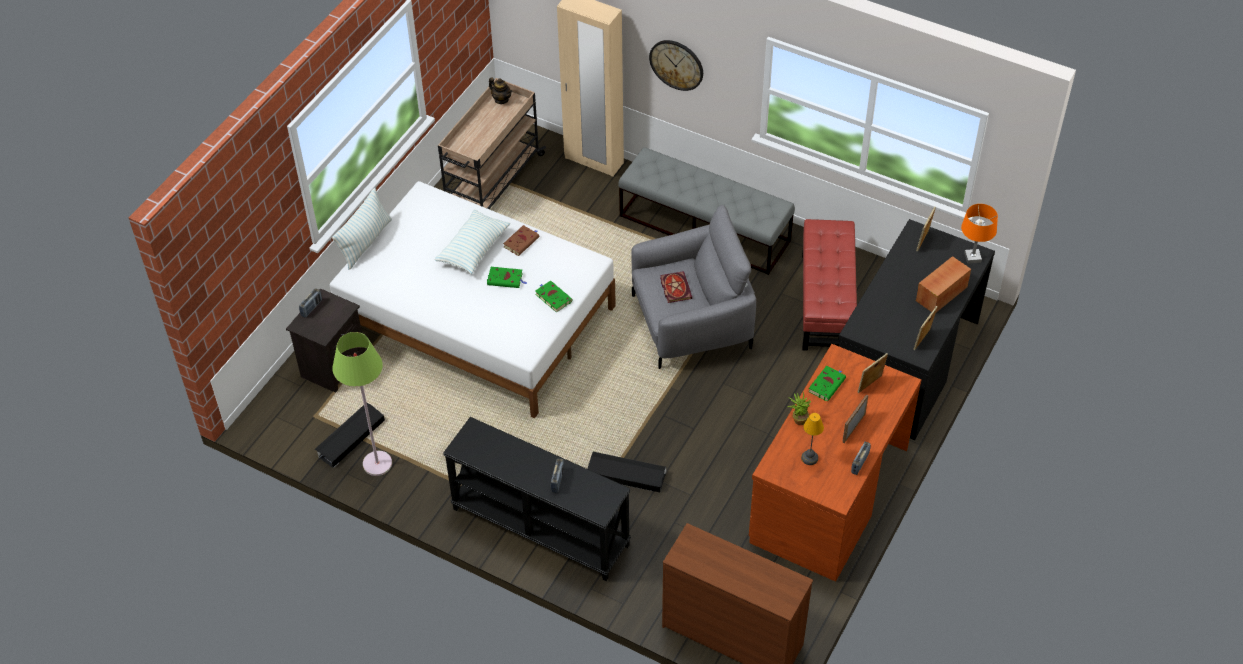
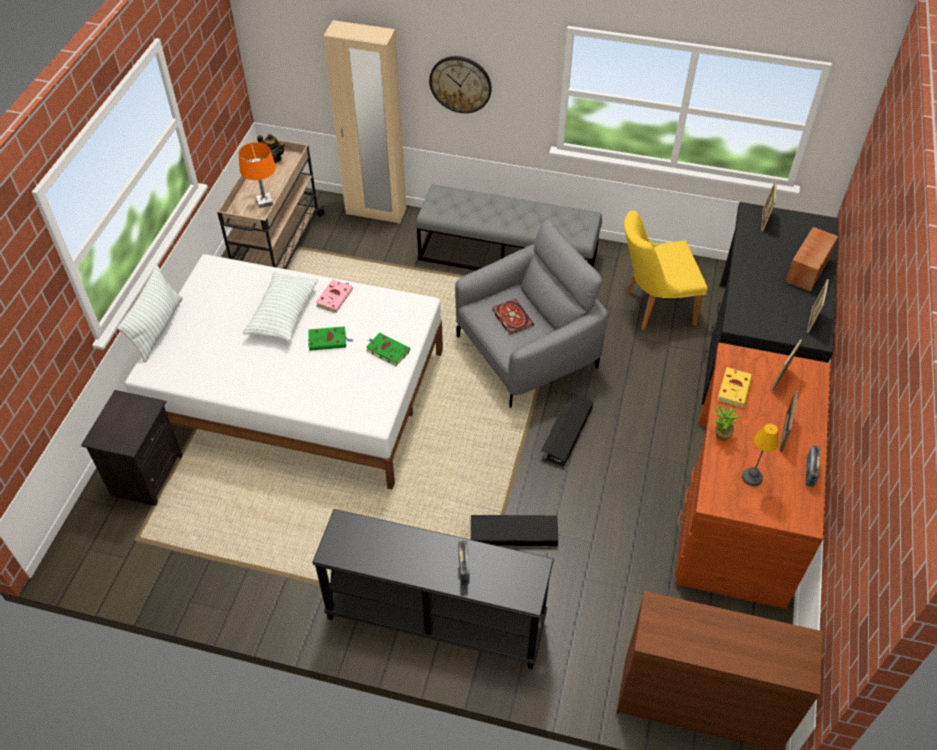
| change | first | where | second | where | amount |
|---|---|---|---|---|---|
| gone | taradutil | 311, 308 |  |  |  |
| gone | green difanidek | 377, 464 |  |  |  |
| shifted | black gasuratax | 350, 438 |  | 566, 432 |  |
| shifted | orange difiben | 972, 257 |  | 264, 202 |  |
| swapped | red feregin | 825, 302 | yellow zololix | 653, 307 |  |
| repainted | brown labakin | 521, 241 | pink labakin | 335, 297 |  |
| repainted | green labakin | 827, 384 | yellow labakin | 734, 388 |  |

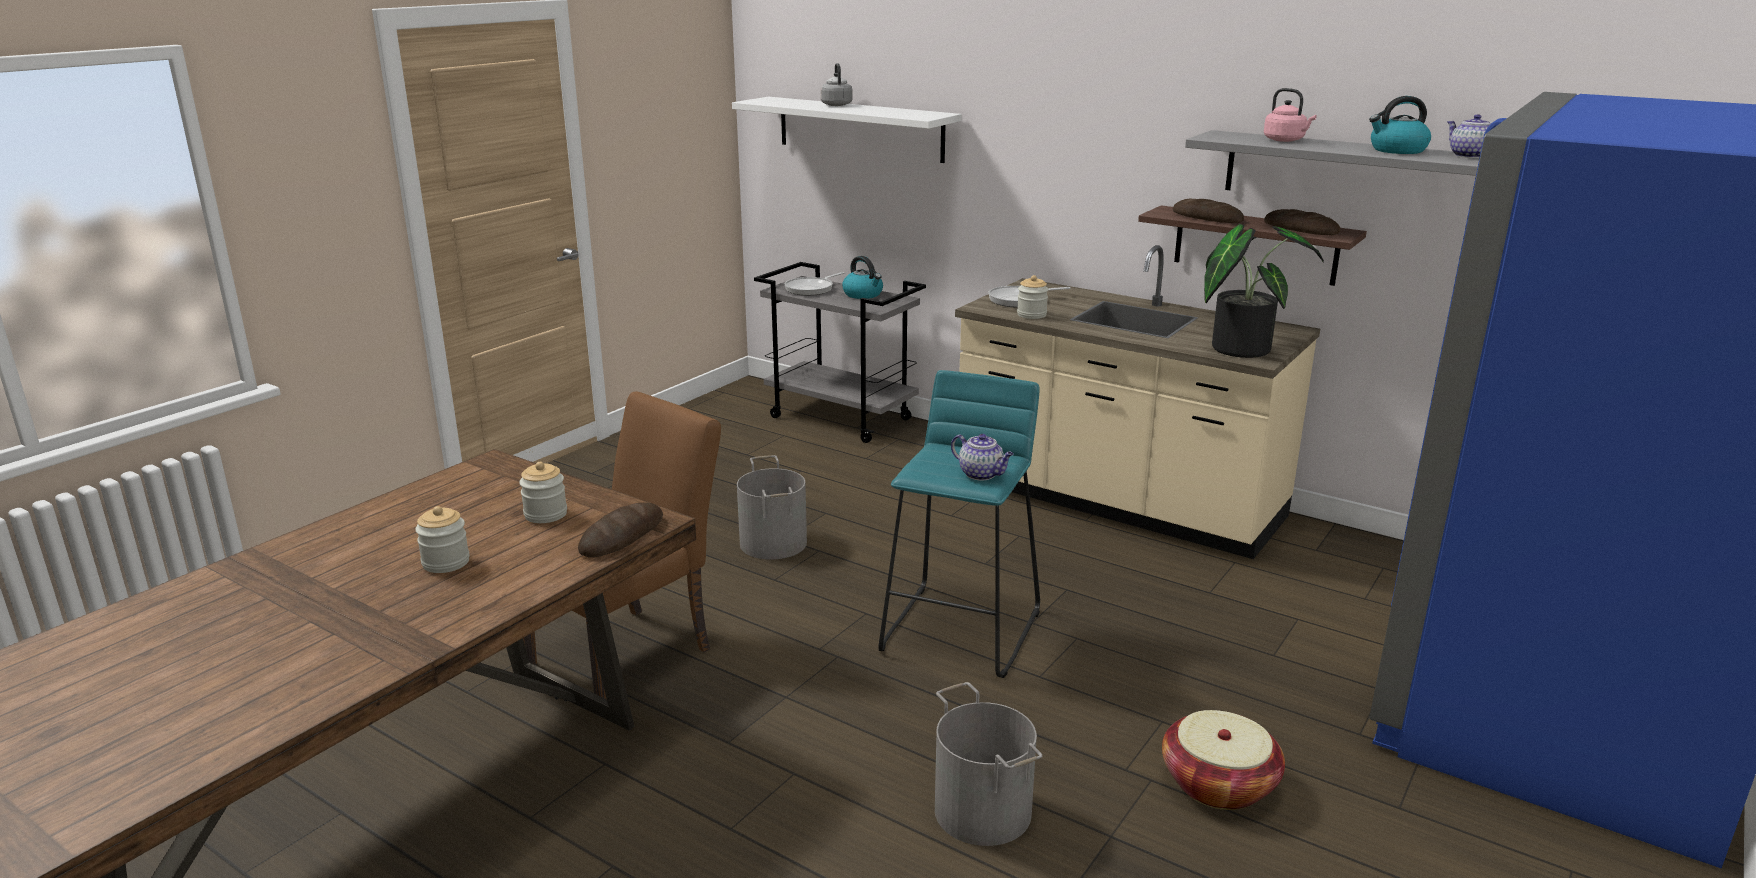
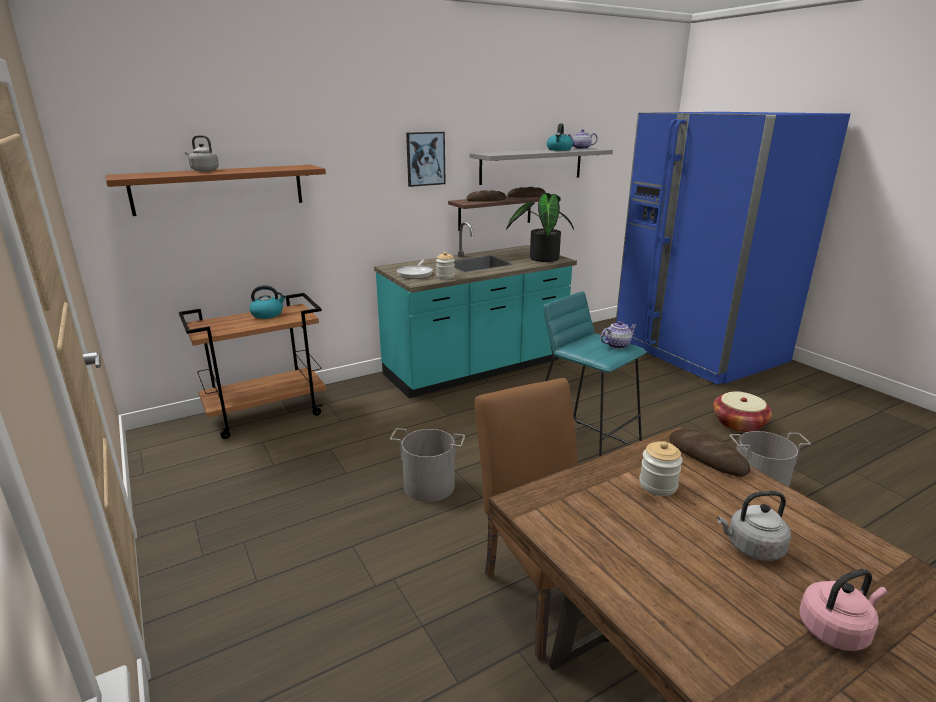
| change | first | where | second | where | amount |
|---|---|---|---|---|---|
| gone | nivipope | 811, 289 |  |  |  |
| new |  |  | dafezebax | 425, 159 |  |
| shifted | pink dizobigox | 1285, 140 |  | 835, 630 |  |
| swapped | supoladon | 446, 562 | grey dizobigox | 751, 548 |  |
| repainted | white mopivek | 860, 129 | brown mopivek | 219, 189 |  |
| repainted | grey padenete | 842, 418 | brown padenete | 267, 413 |  |
| repainted | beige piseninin | 1117, 501 | turquoise piseninin | 476, 369 |  |

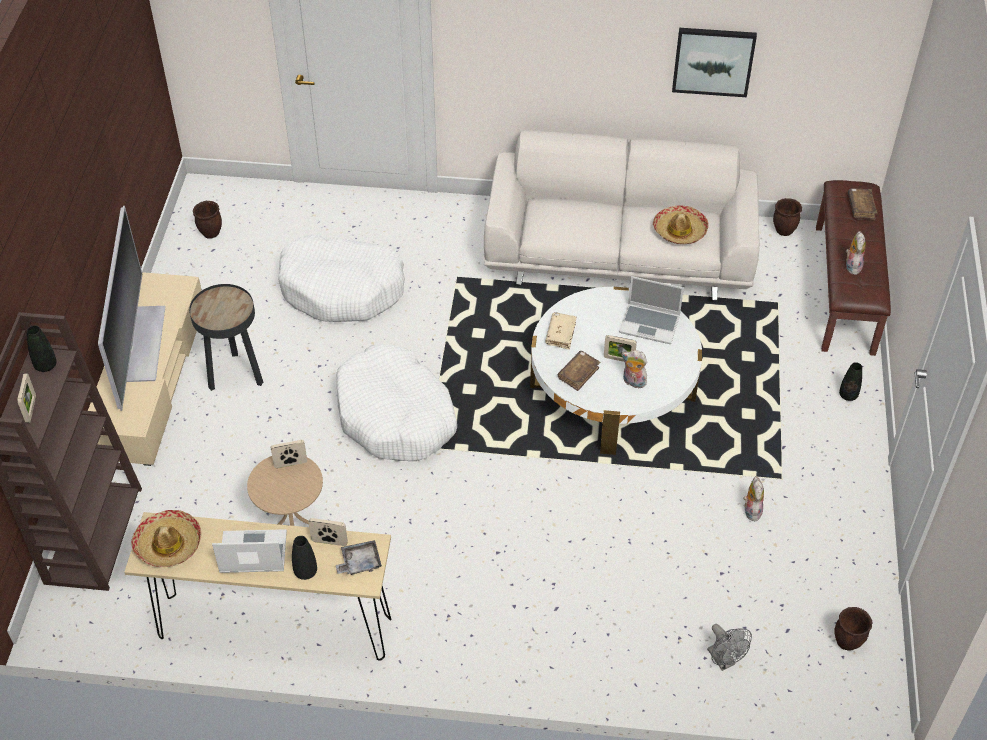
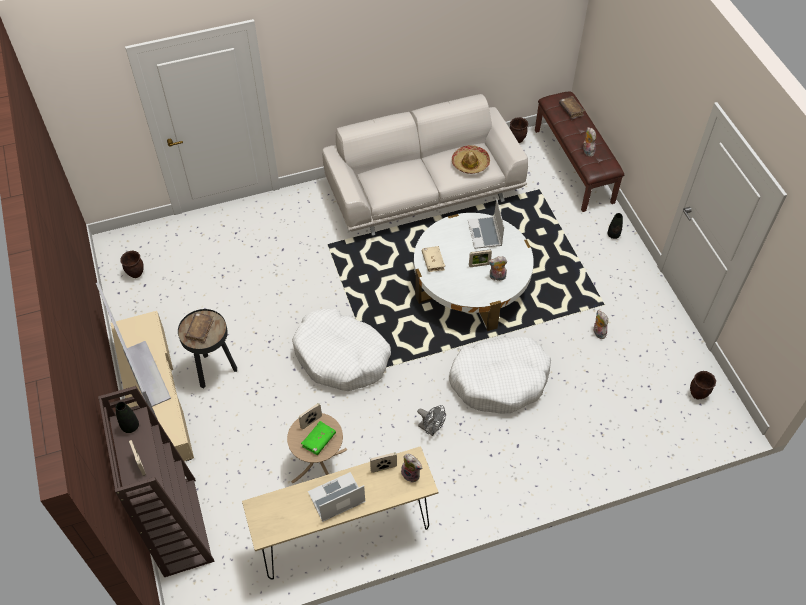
| change | first | where | second | where | amount |
|---|---|---|---|---|---|
| gone | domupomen | 168, 544 |  |  |  |
| gone | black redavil | 305, 572 |  |  |  |
| gone | dafezebax | 713, 61 |  |  |  |
| new |  |  | green labakin | 319, 440 |  |
| shifted | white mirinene | 342, 289 |  | 500, 380 |  |
| shifted | brown labakin | 578, 374 |  | 200, 330 |  |
| shifted | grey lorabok | 724, 661 |  | 431, 429 |  |
| swapped | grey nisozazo | 359, 562 | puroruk | 412, 474 |  |
| rotated | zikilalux | 650, 324 |  | 485, 234 | 90 degrees clockwise |

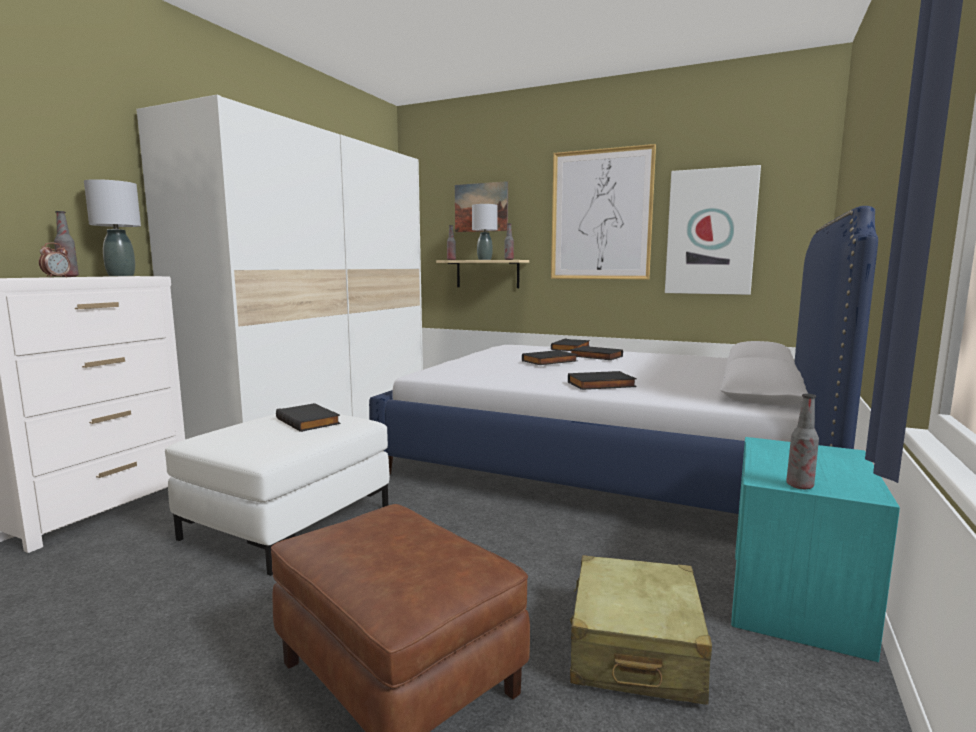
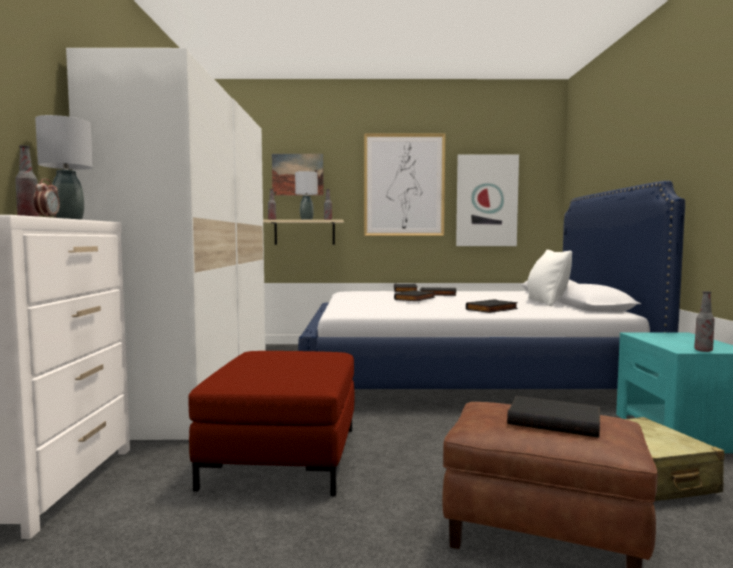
| change | first | where | second | where | amount |
|---|---|---|---|---|---|
| new |  |  | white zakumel | 547, 302 |  |
| shifted | black labakin | 309, 421 |  | 554, 421 |  |
| repainted | white feregin | 289, 522 | red feregin | 283, 456 |  |

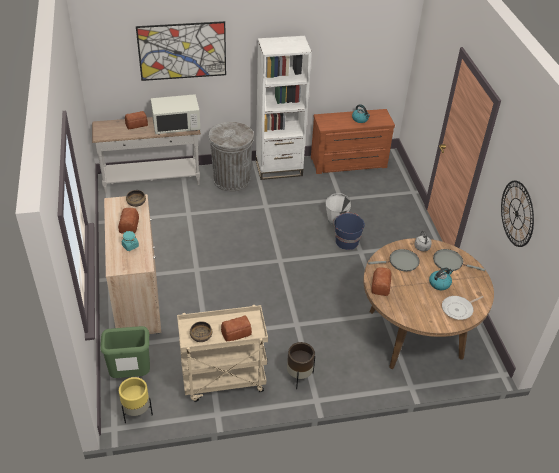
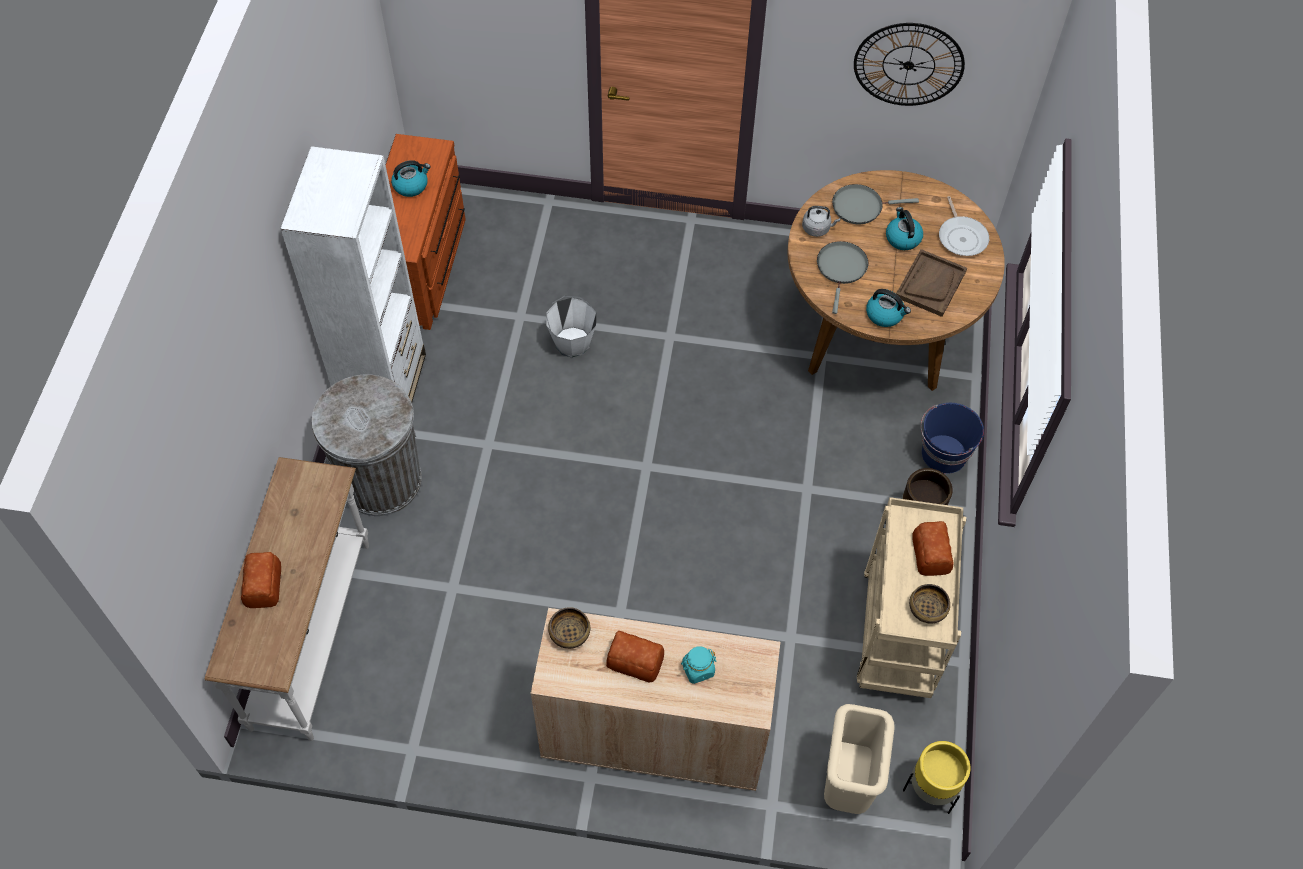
| change | first | where | second | where | amount |
|---|---|---|---|---|---|
| gone | dafezebax | 182, 51 |  |  |  |
| gone | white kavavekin | 176, 125 |  |  |  |
| new |  |  | brown nisozazo | 930, 284 |  |
| shifted | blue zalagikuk | 346, 241 |  | 943, 454 |  |
| swapped | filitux | 381, 285 | dizobigox | 885, 314 |  |
| repainted | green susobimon | 130, 375 | beige susobimon | 847, 784 |  |
| rotated | grey nivipope | 450, 262 |  | 860, 206 | 45 degrees clockwise |

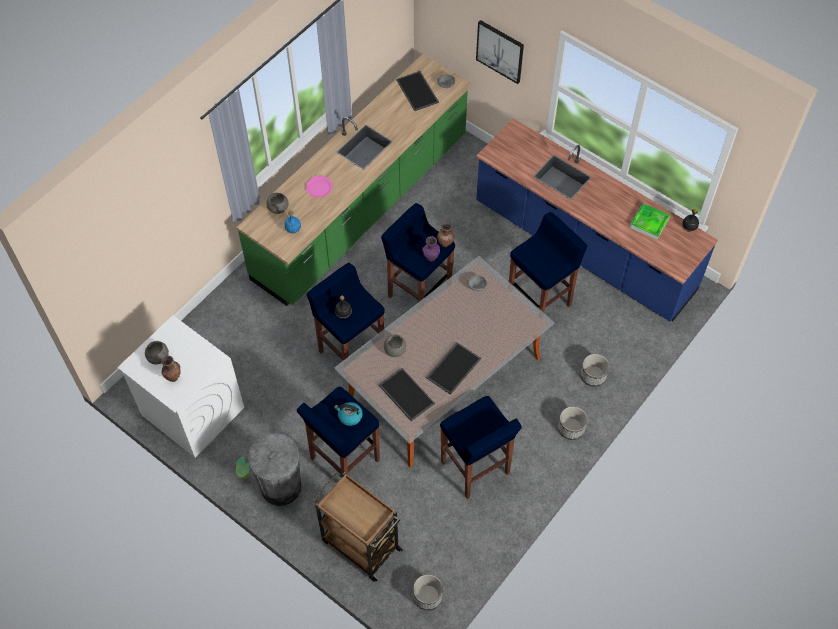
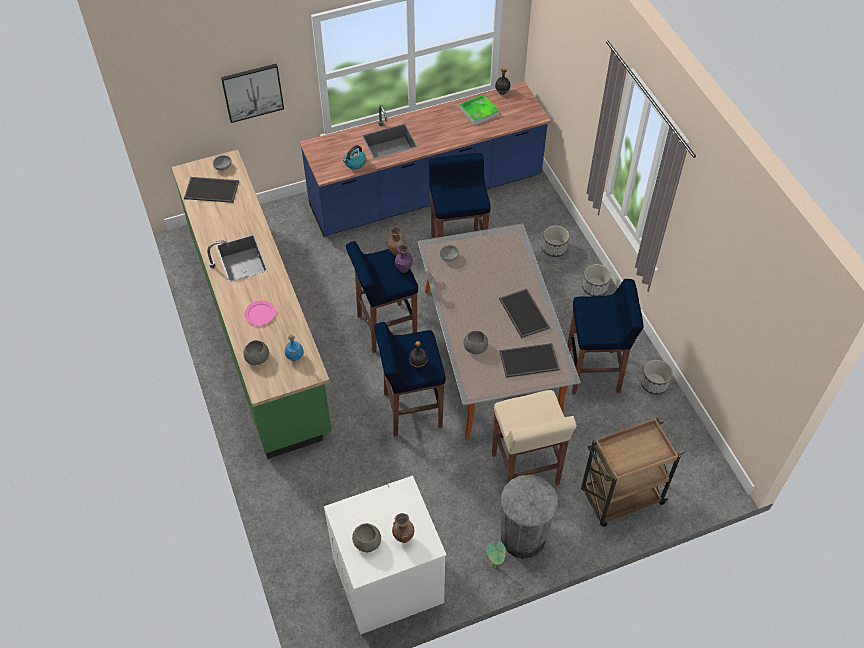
| change | first | where | second | where | amount |
|---|---|---|---|---|---|
| shifted | dizobigox | 349, 416 |  | 354, 163 |  |
| shifted | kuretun | 427, 596 |  | 654, 384 |  |
| repainted | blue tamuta | 344, 460 | beige tamuta | 525, 470 |  |

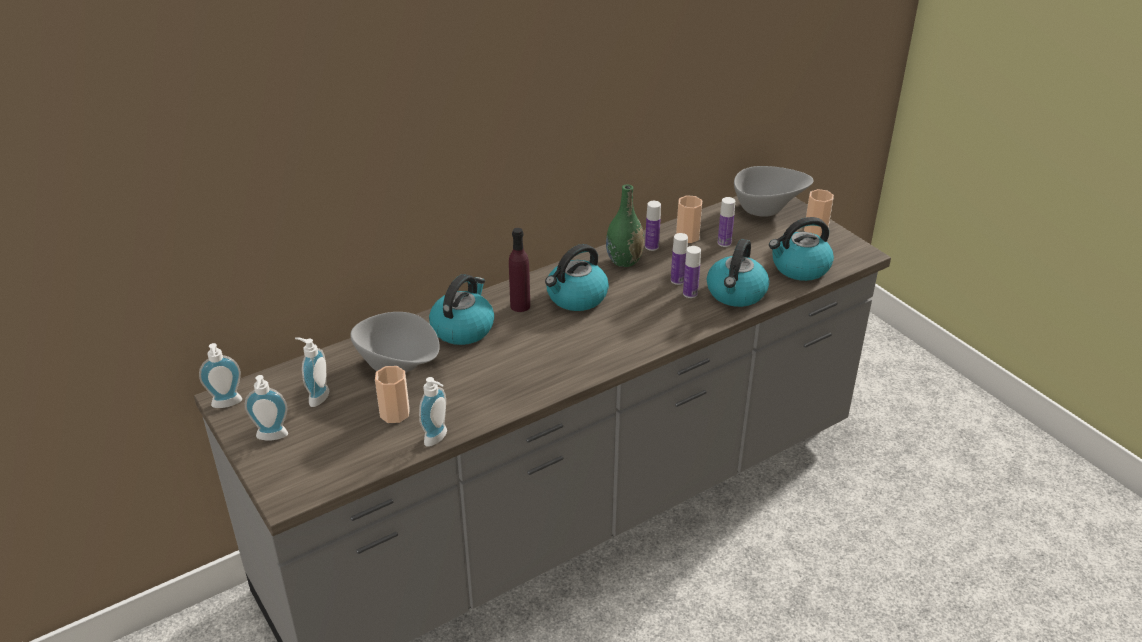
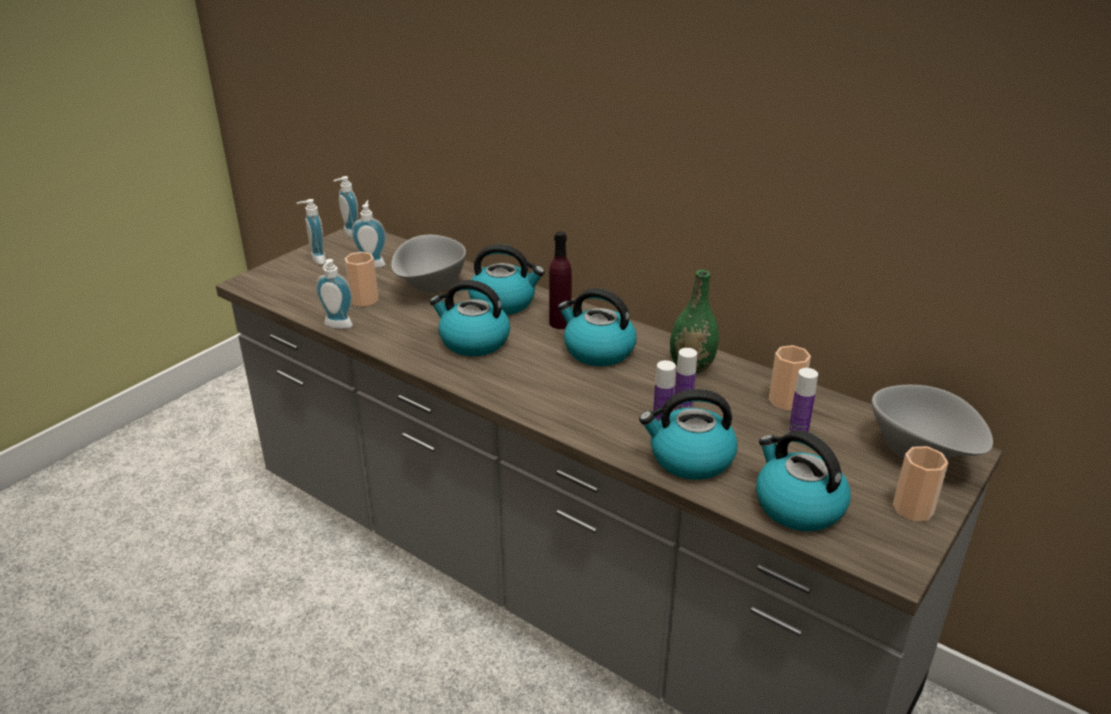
| change | first | where | second | where | amount |
|---|---|---|---|---|---|
| gone | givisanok | 651, 246 |  |  |  |
| new |  |  | dizobigox | 473, 341 |  |

